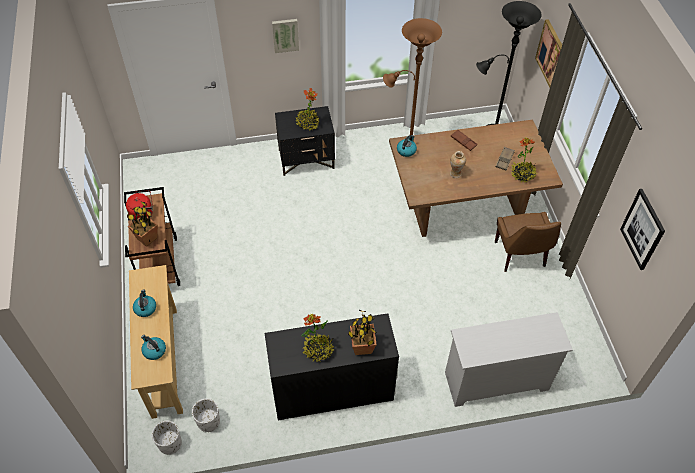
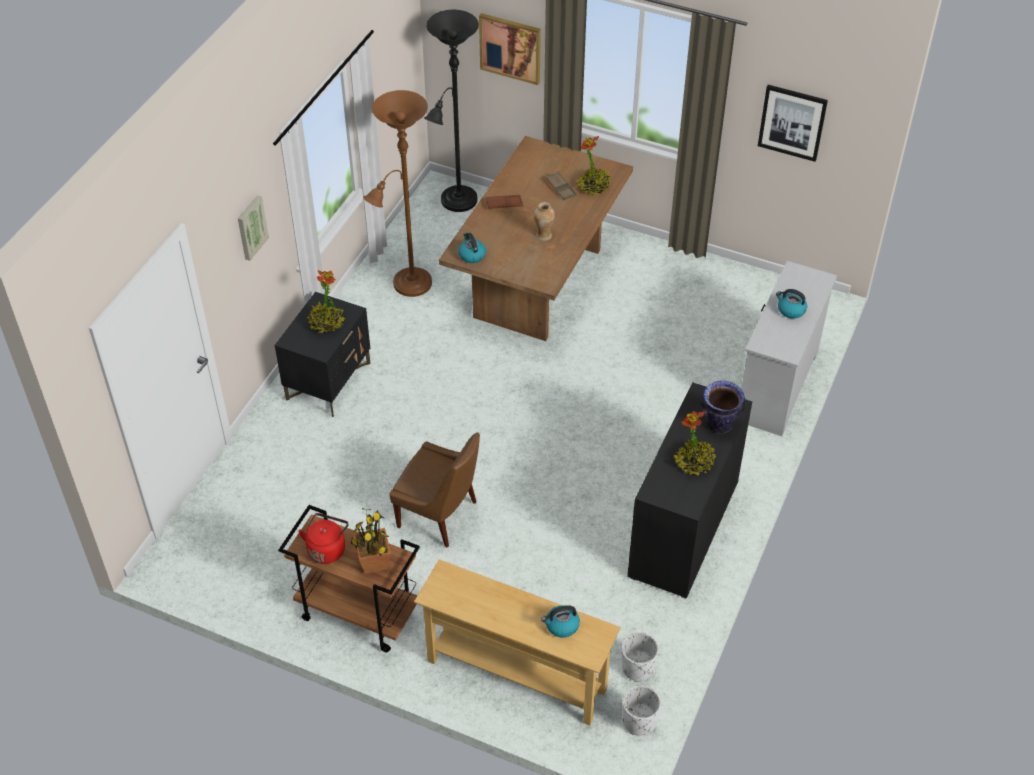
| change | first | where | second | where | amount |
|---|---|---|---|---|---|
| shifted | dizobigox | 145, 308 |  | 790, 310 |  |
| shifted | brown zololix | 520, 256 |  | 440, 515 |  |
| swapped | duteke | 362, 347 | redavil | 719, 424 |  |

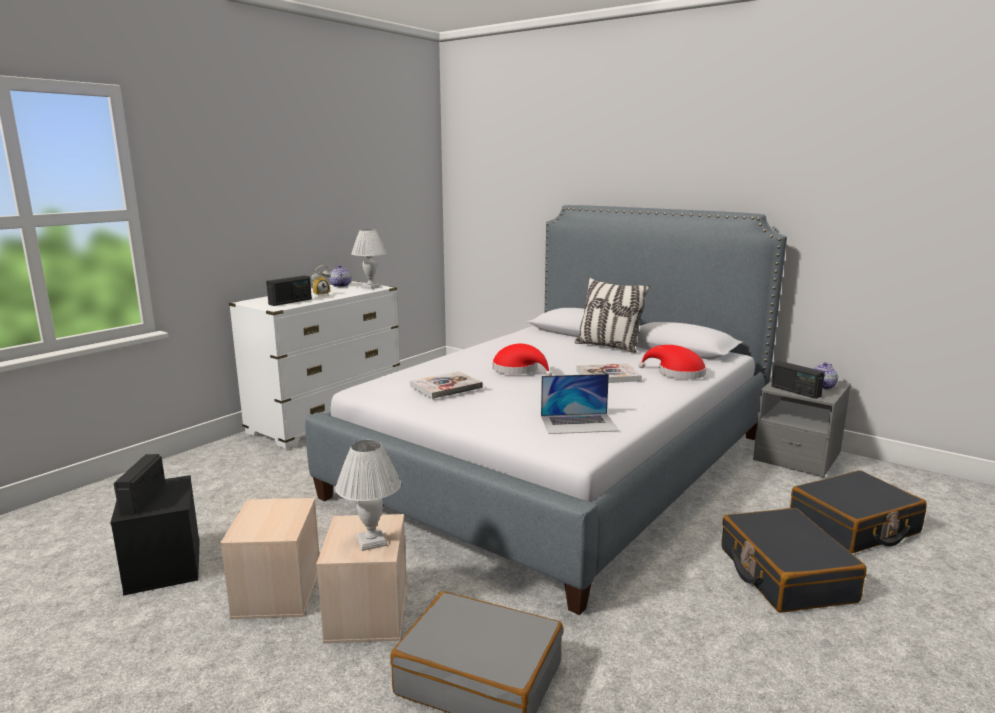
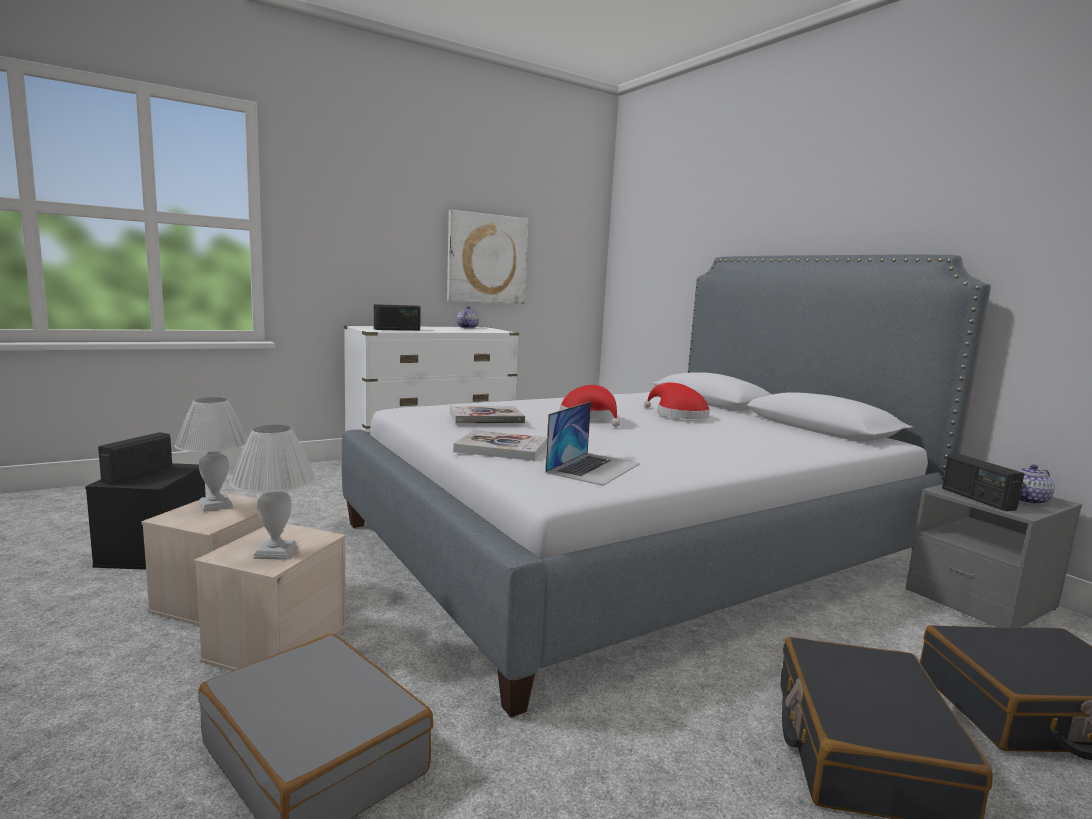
| change | first | where | second | where | amount |
|---|---|---|---|---|---|
| gone | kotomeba | 321, 294 |  |  |  |
| gone | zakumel | 608, 347 |  |  |  |
| new |  |  | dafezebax | 487, 259 |  |
| shifted | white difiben | 370, 287 |  | 216, 505 |  |
| shifted | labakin | 608, 376 |  | 502, 448 |  |
| shifted | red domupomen | 677, 373 |  | 678, 415 |  |
| rotated | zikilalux | 579, 423 |  | 594, 468 | 75 degrees counterclockwise |

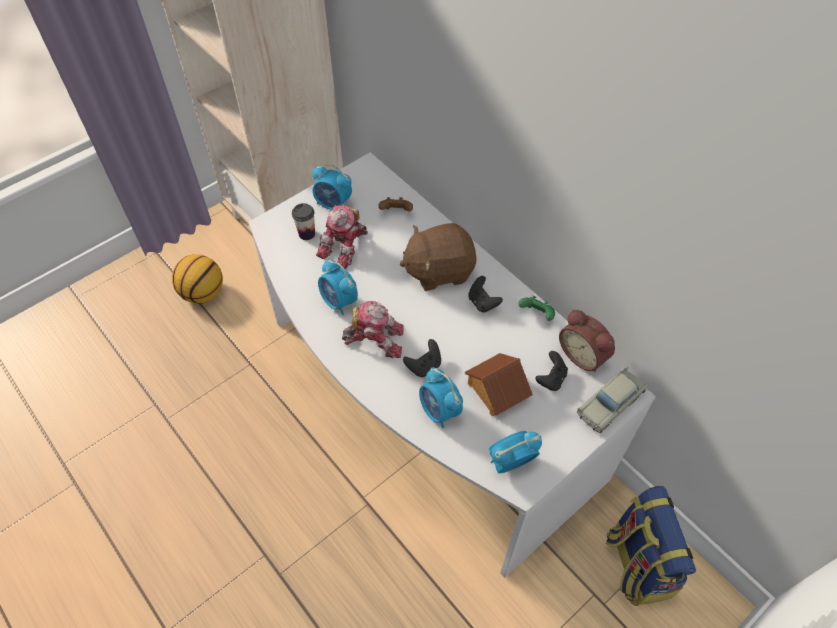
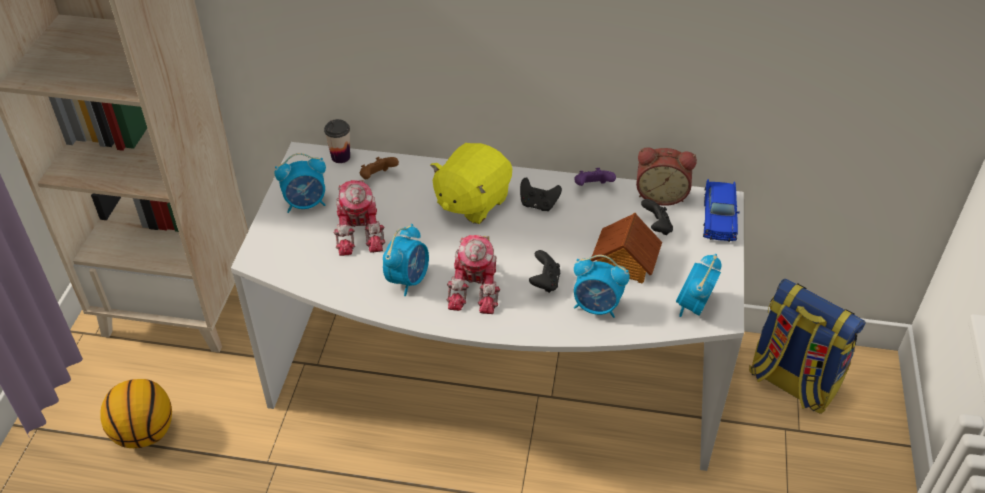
| change | first | where | second | where | amount |
|---|---|---|---|---|---|
| shifted | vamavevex | 307, 234 |  | 340, 157 |  |
| repainted | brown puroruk | 439, 270 | yellow puroruk | 471, 201 |  |
| repainted | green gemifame | 537, 314 | purple gemifame | 592, 187 |  |
| repainted | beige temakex | 610, 404 | blue temakex | 719, 217 |  |
| rotated | kotomeba | 339, 301 |  | 408, 279 | 75 degrees counterclockwise |
| rotated | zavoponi | 375, 339 |  | 477, 288 | 135 degrees clockwise |

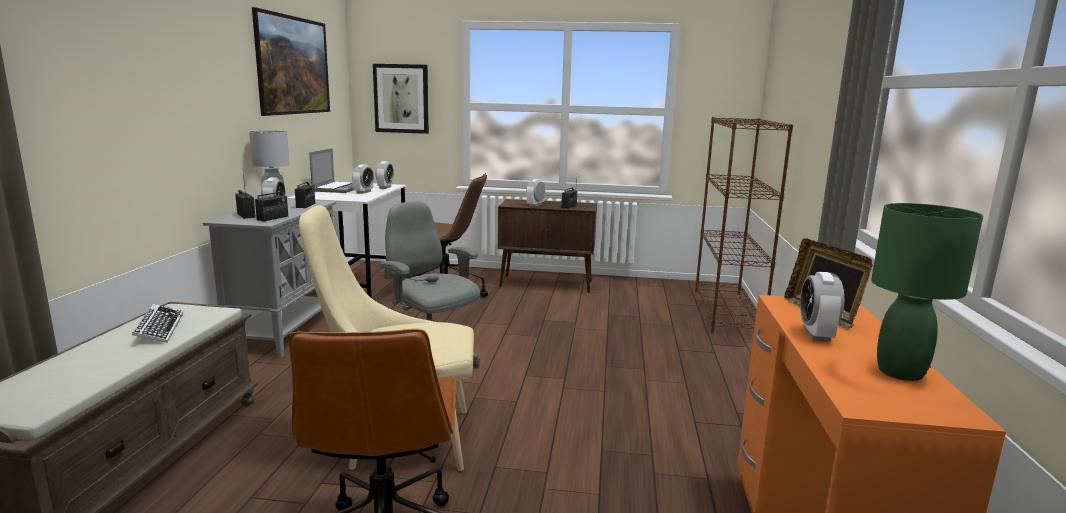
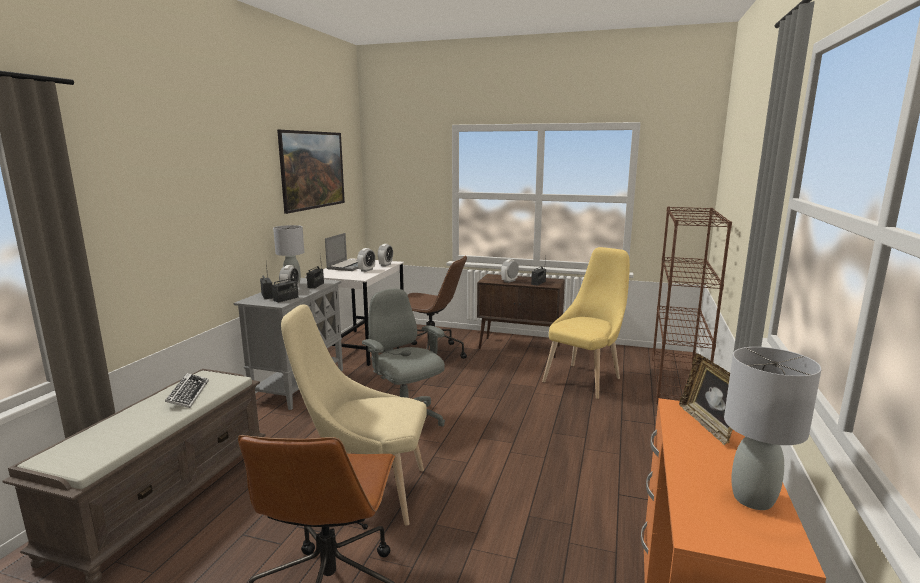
| change | first | where | second | where | amount |
|---|---|---|---|---|---|
| gone | dafezebax | 401, 98 |  |  |  |
| gone | kotomeba | 816, 334 |  |  |  |
| new |  |  | yellow zololix | 585, 379 |  |
| repainted | green difiben | 901, 372 | grey difiben | 753, 499 |  |

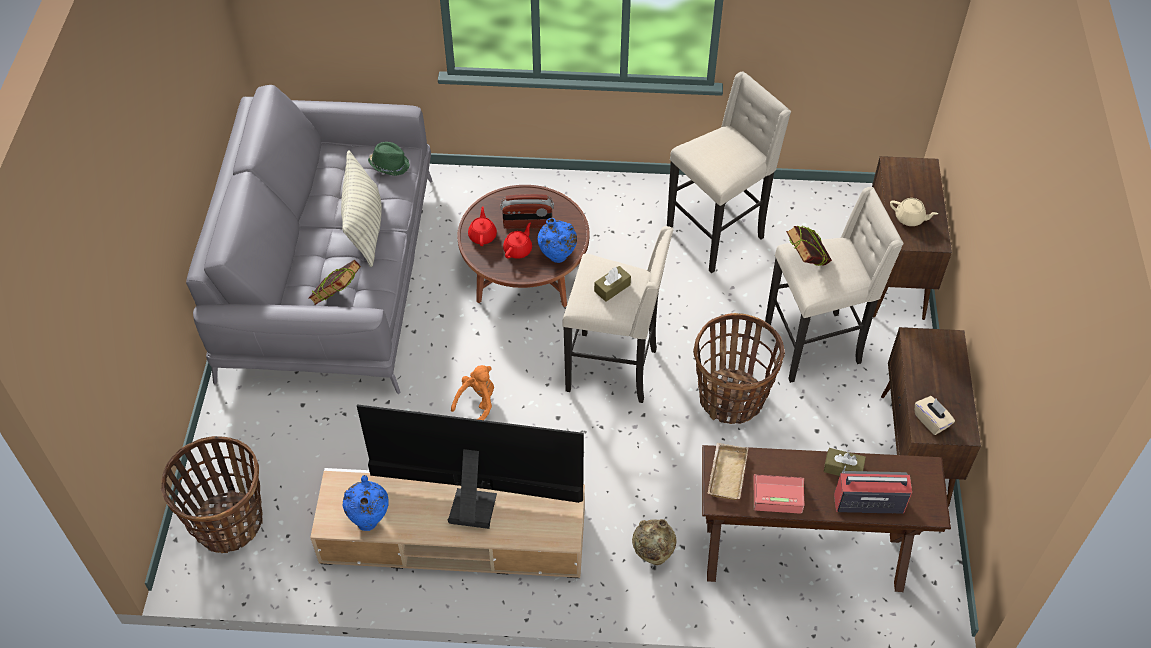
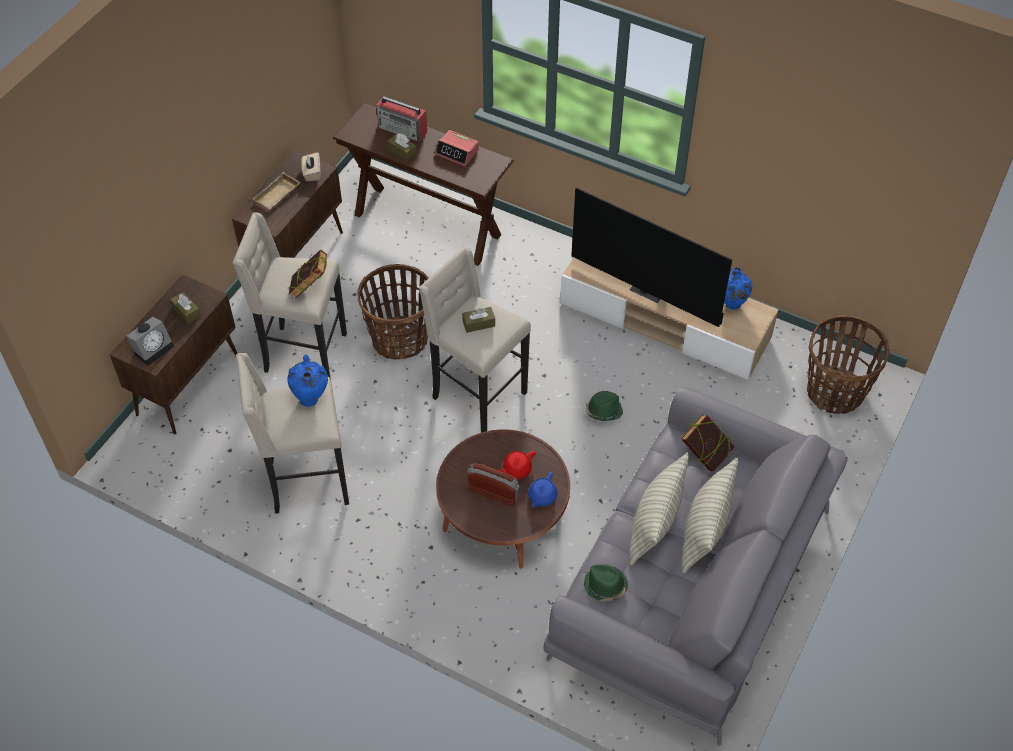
| change | first | where | second | where | amount |
|---|---|---|---|---|---|
| gone | beige redavil | 653, 556 |  |  |  |
| new |  |  | kotomeba | 153, 348 |  |
| new |  |  | zakumel | 705, 530 |  |
| shifted | blue redavil | 557, 258 |  | 311, 398 |  |
| shifted | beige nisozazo | 725, 473 |  | 277, 195 |  |
| swapped | orange puroruk | 477, 403 | green domupomen | 603, 411 |  |
| swapped | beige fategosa | 910, 218 | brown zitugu | 186, 312 |  |
| repainted | red fategosa | 482, 236 | blue fategosa | 542, 497 |  |

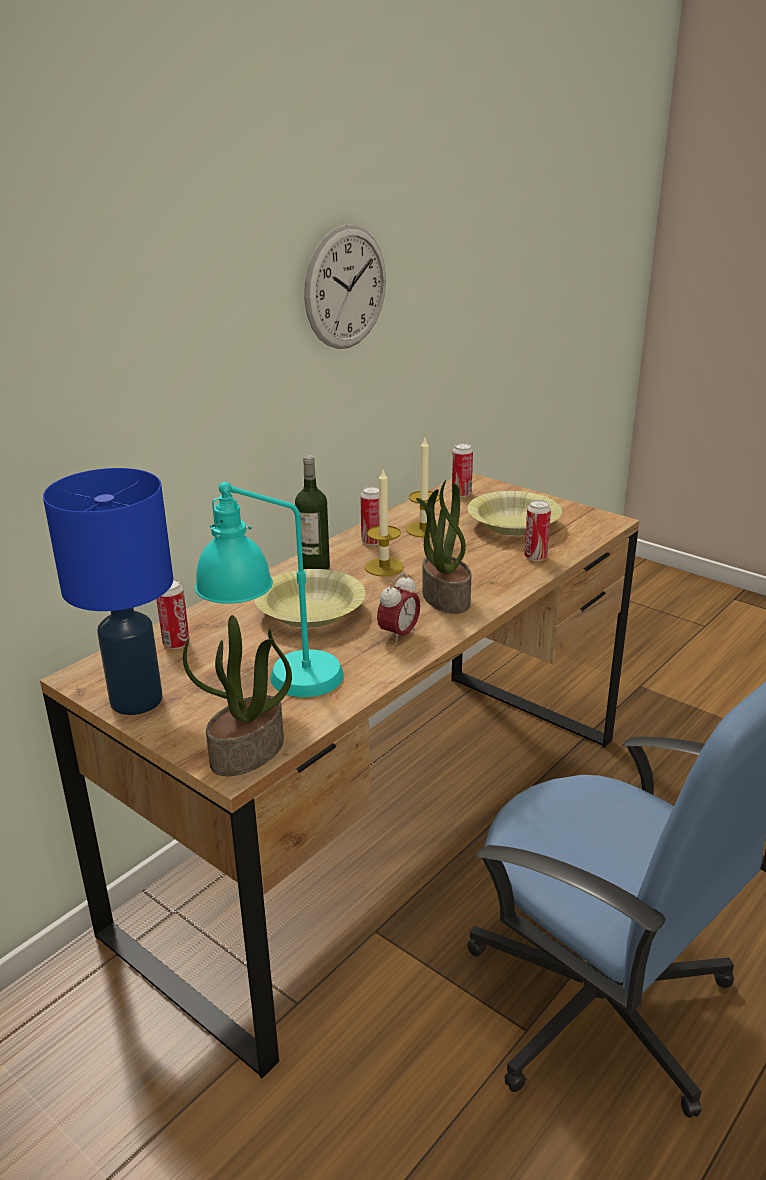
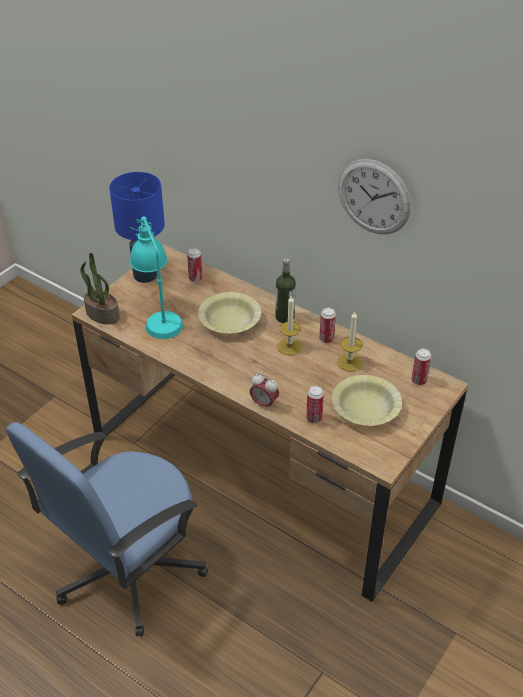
| change | first | where | second | where | amount |
|---|---|---|---|---|---|
| gone | duteke | 444, 597 |  |  |  |
| shifted | kotomeba | 399, 635 |  | 264, 404 |  |

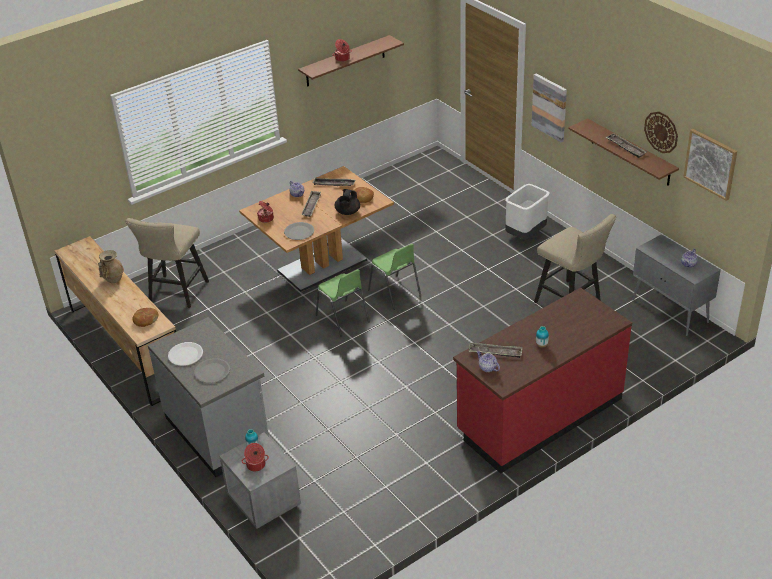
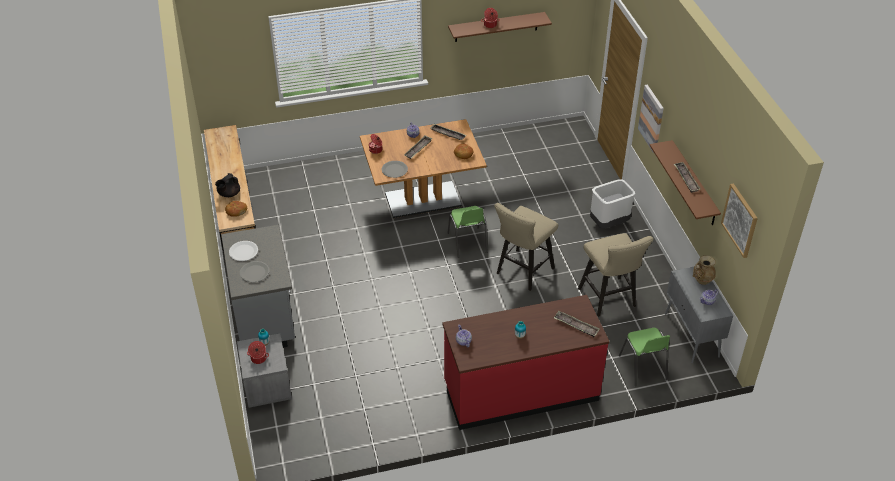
| change | first | where | second | where | amount |
|---|---|---|---|---|---|
| gone | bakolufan | 661, 132 |  |  |  |
| shifted | beige redavil | 113, 280 |  | 701, 281 |  |
| shifted | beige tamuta | 176, 294 |  | 522, 273 |  |
| shifted | green zololix | 343, 319 |  | 643, 368 |  |
| shifted | black fategosa | 347, 212 |  | 229, 194 |  |
| shifted | nisozazo | 495, 352 |  | 576, 326 |  |

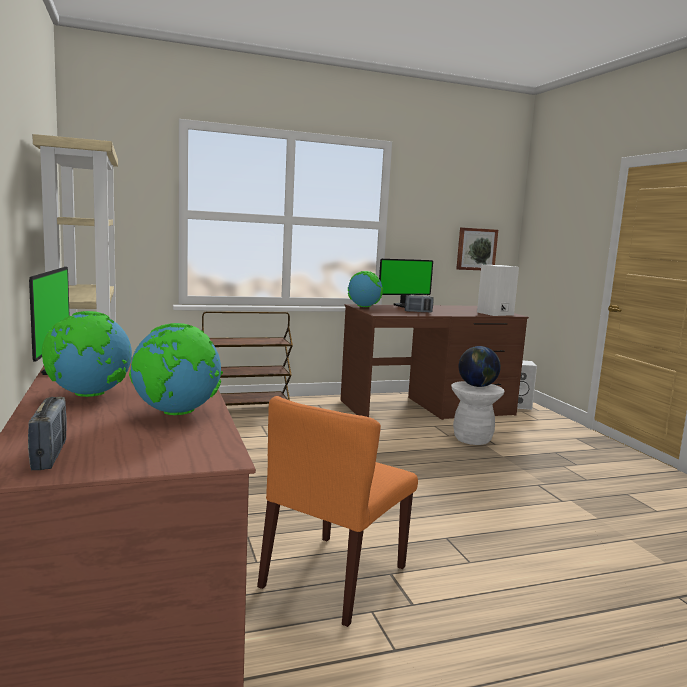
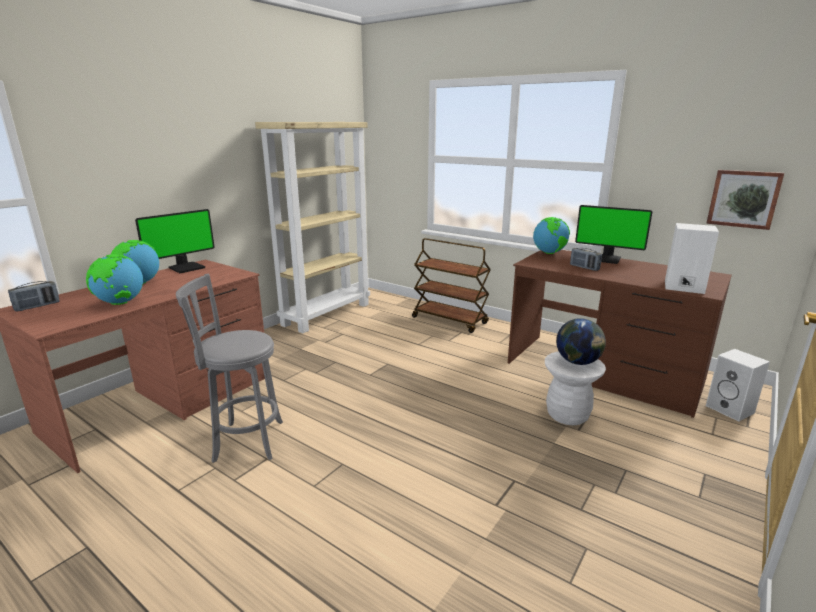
| change | first | where | second | where | amount |
|---|---|---|---|---|---|
| swapped | orange zololix | 334, 577 | grey tamuta | 244, 441 |  |

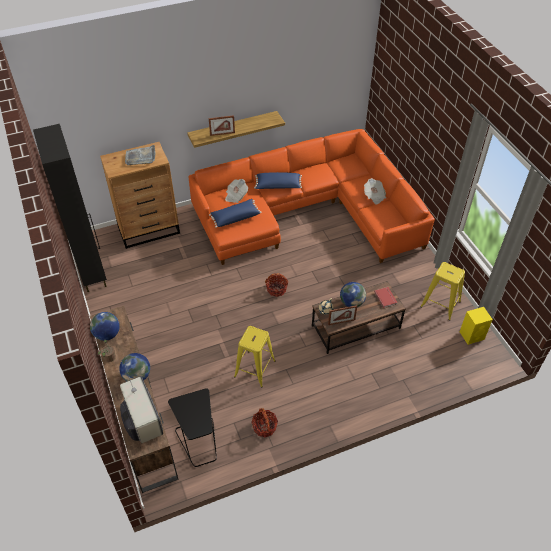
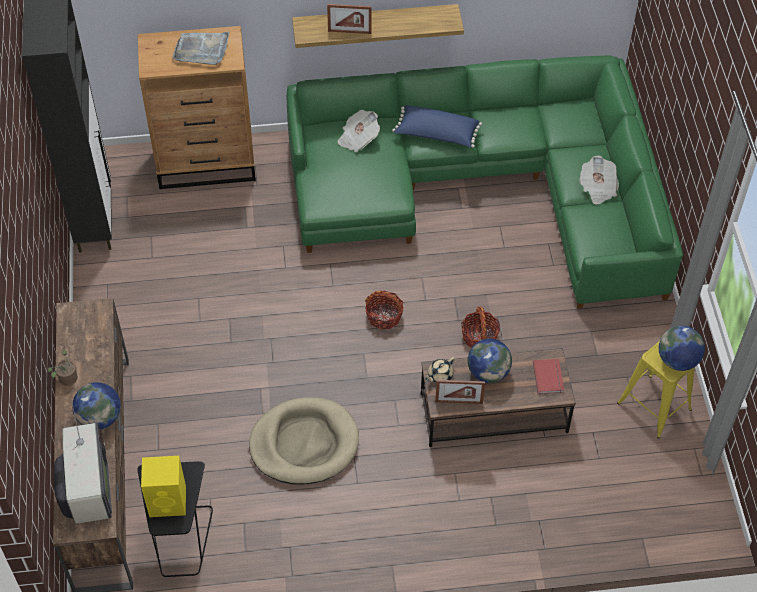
| change | first | where | second | where | amount |
|---|---|---|---|---|---|
| gone | blue zakumel | 235, 217 |  |  |  |
| shifted | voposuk | 107, 334 |  | 677, 360 |  |
| shifted | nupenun | 264, 427 |  | 479, 336 |  |
| shifted | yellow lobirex | 472, 335 |  | 169, 501 |  |
| swapped | yellow tamuta | 255, 368 | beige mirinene | 304, 443 |  |
| repainted | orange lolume | 308, 212 | green lolume | 485, 187 |  |

